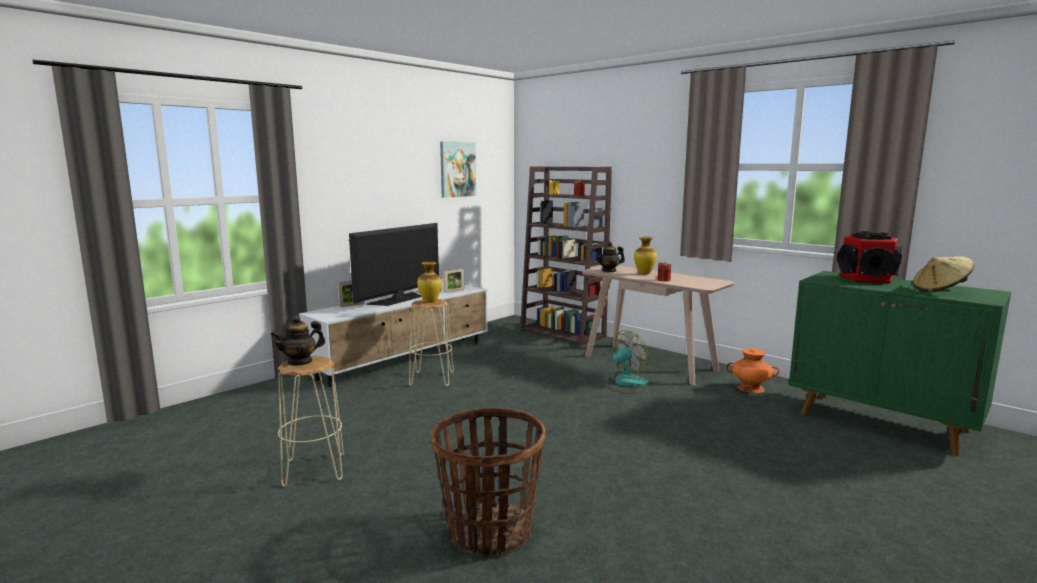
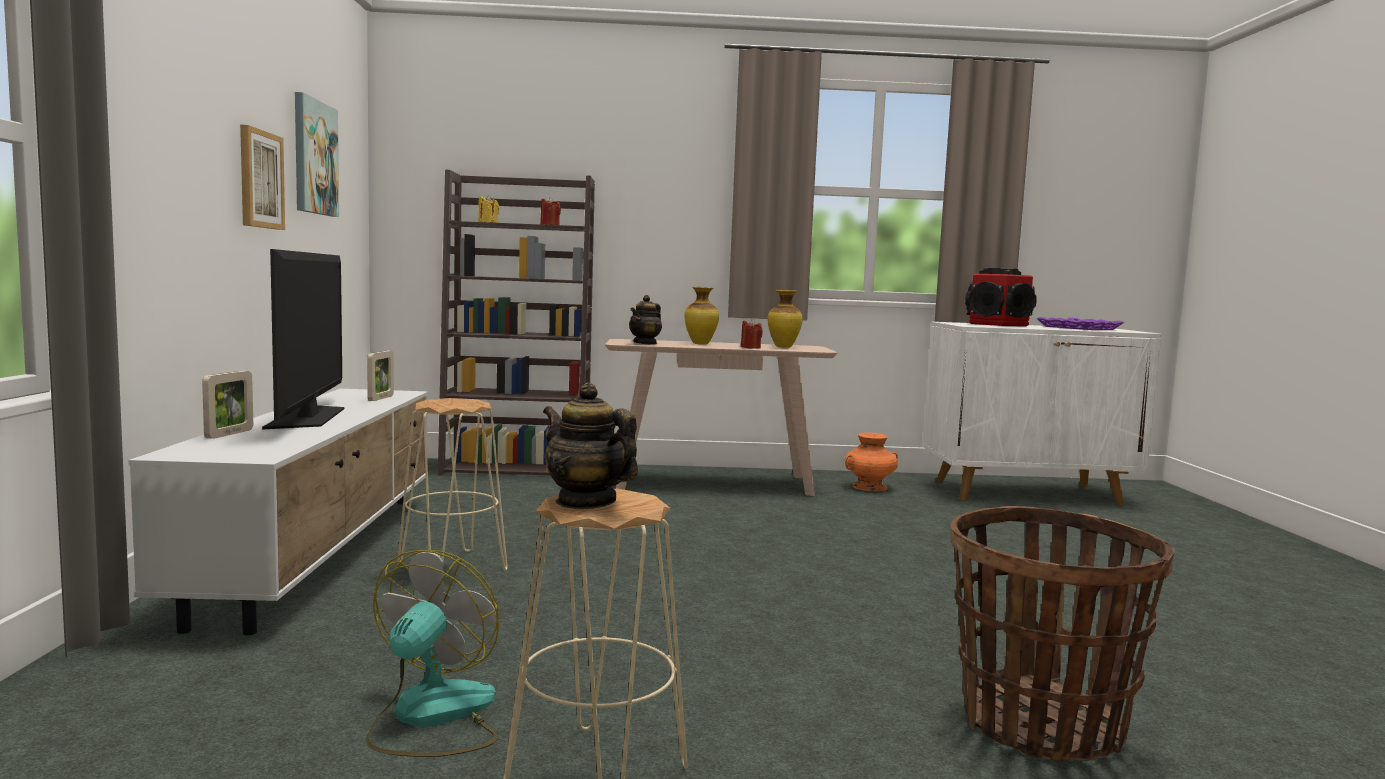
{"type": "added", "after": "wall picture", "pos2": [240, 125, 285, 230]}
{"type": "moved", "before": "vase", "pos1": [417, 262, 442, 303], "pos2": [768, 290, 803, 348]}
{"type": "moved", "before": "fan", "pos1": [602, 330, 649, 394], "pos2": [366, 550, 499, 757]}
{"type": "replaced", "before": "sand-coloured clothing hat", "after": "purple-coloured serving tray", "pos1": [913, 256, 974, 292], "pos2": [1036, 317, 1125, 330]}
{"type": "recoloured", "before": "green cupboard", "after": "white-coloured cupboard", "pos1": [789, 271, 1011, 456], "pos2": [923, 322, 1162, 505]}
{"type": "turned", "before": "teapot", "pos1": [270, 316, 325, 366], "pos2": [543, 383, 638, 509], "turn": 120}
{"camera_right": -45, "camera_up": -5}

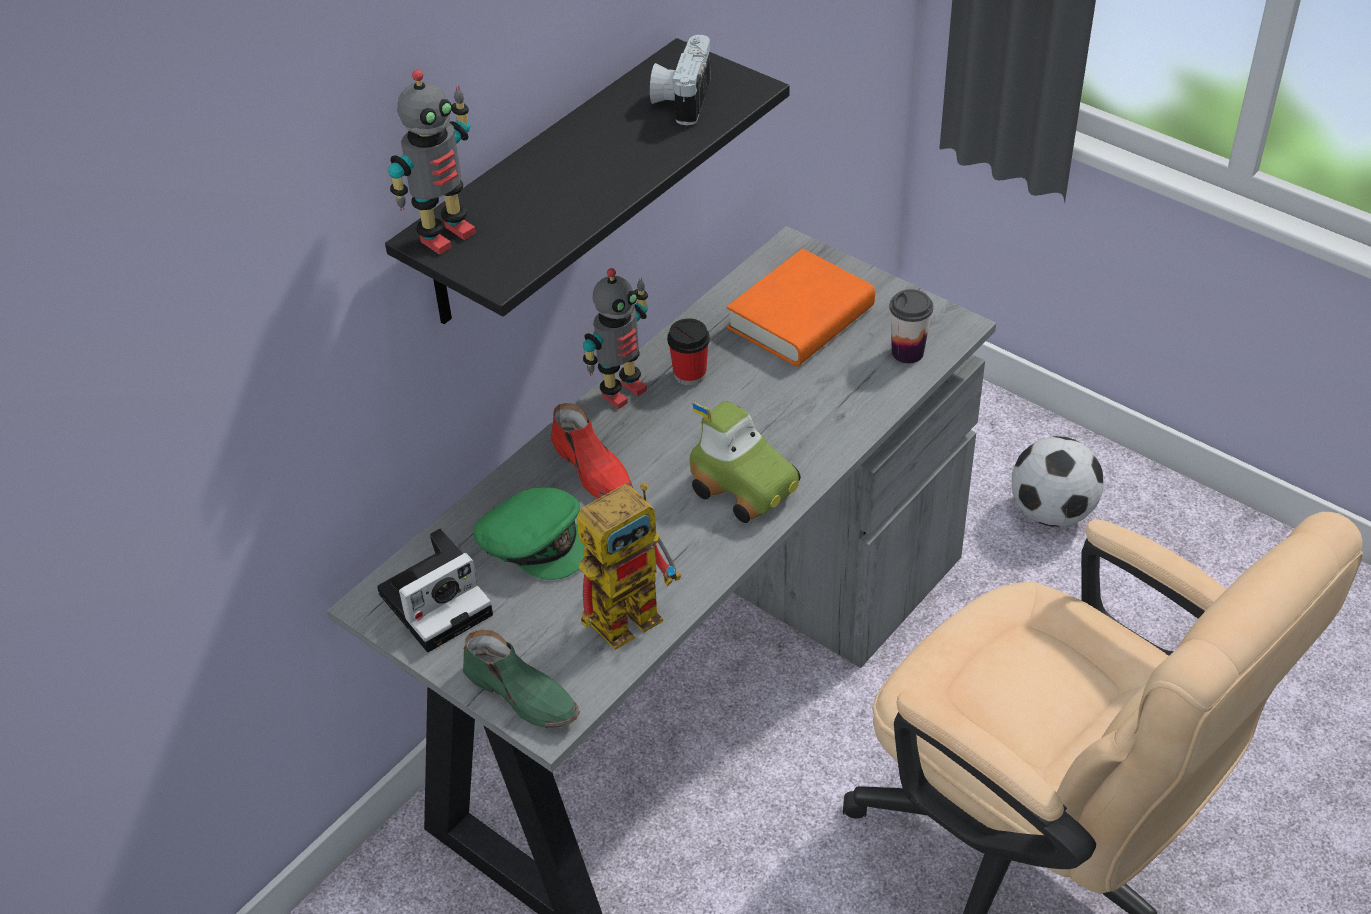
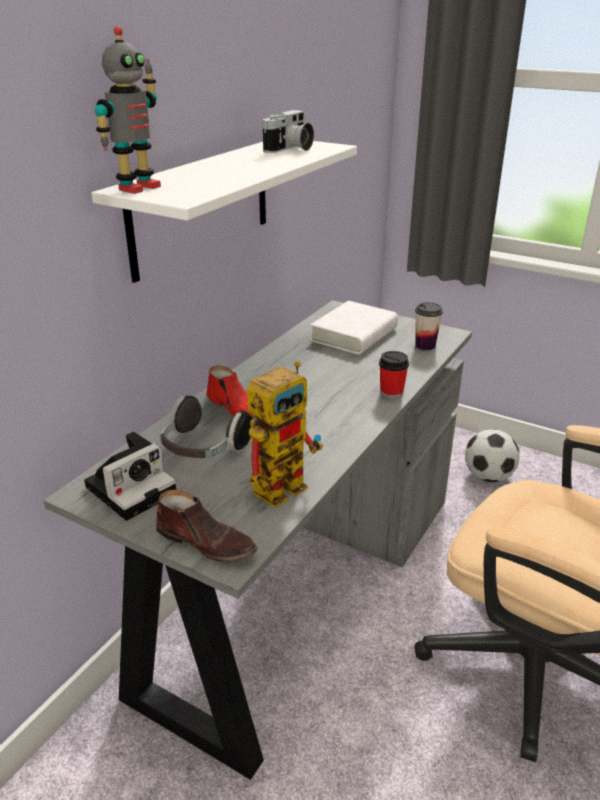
{"type": "removed", "before": "robot figure", "pos1": [583, 268, 648, 409]}
{"type": "removed", "before": "toy car", "pos1": [689, 401, 801, 523]}
{"type": "moved", "before": "drinking cup", "pos1": [667, 318, 710, 386], "pos2": [379, 351, 409, 399]}
{"type": "replaced", "before": "green peaked cap", "after": "headset", "pos1": [474, 487, 585, 580], "pos2": [160, 396, 252, 458]}
{"type": "recoloured", "before": "black shelf", "after": "white-coloured shelf", "pos1": [385, 38, 790, 324], "pos2": [91, 141, 357, 283]}
{"type": "recoloured", "before": "green item of footwear", "after": "brownish item of footwear", "pos1": [463, 629, 580, 728], "pos2": [156, 490, 258, 563]}
{"type": "recoloured", "before": "orangey book", "after": "white-coloured book", "pos1": [727, 249, 875, 366], "pos2": [310, 301, 398, 355]}
{"type": "turned", "before": "still camera", "pos1": [650, 35, 711, 125], "pos2": [263, 110, 314, 153], "turn": -150}
{"camera_right": -10, "camera_up": -15}

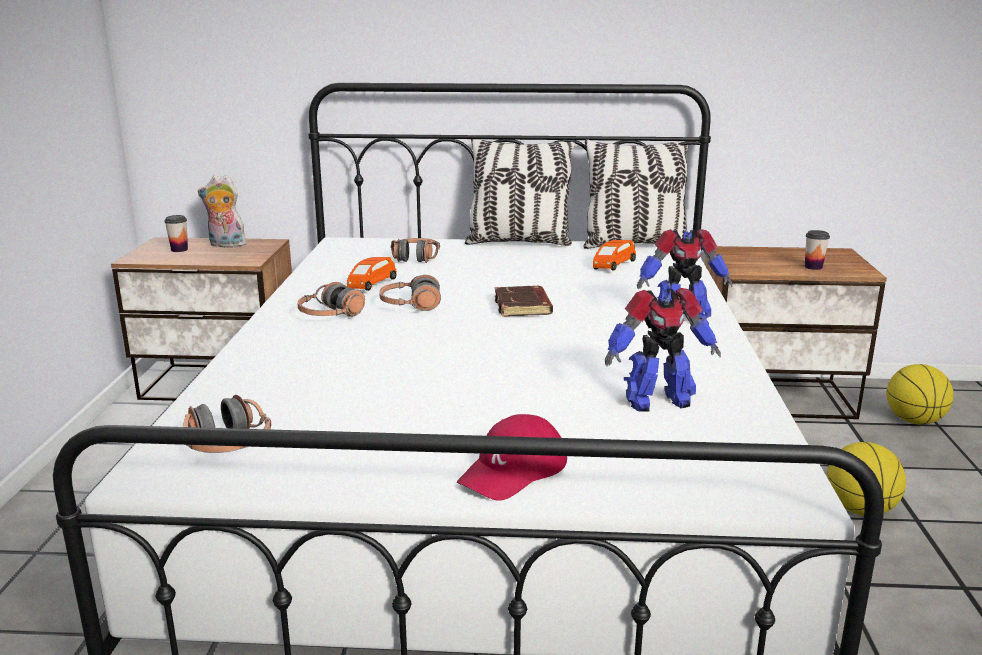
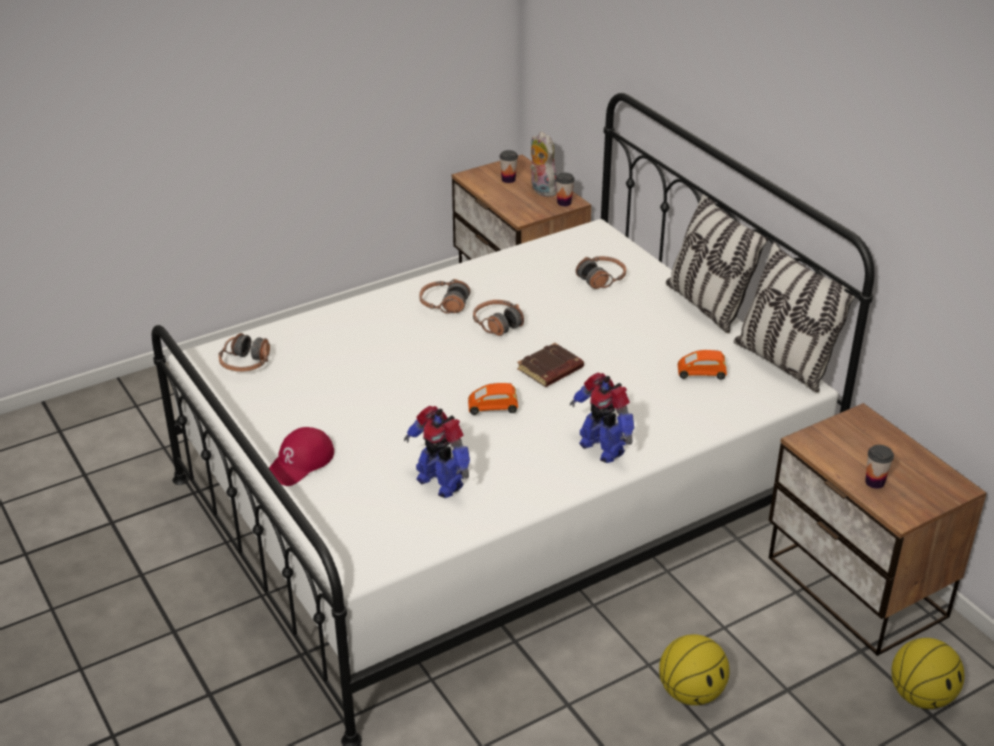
{"type": "added", "after": "drinking cup", "pos2": [556, 173, 575, 206]}
{"type": "moved", "before": "orangey toy car", "pos1": [347, 257, 397, 291], "pos2": [468, 383, 518, 415]}
{"type": "turned", "before": "reddish peaked cap", "pos1": [457, 414, 567, 501], "pos2": [269, 427, 334, 486], "turn": -60}
{"camera_right": 55, "camera_up": 15}

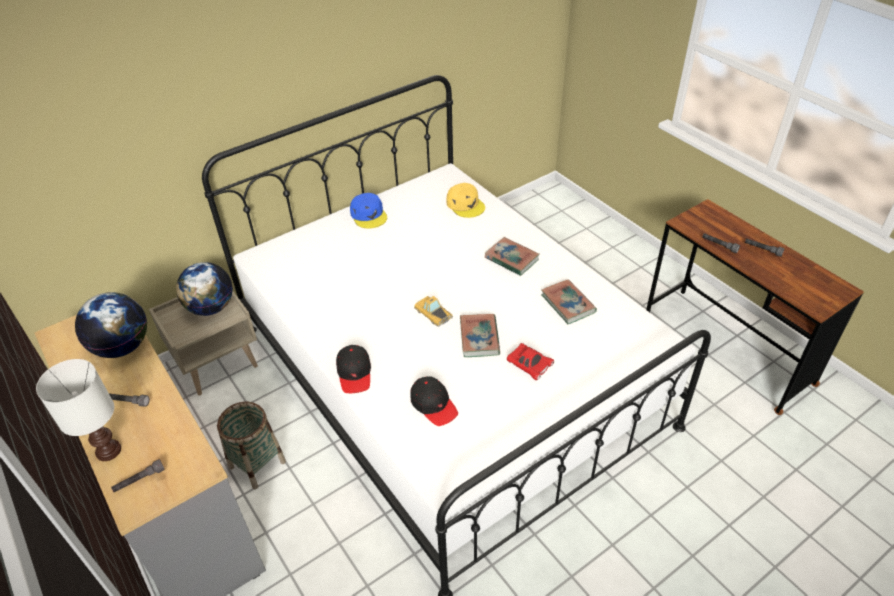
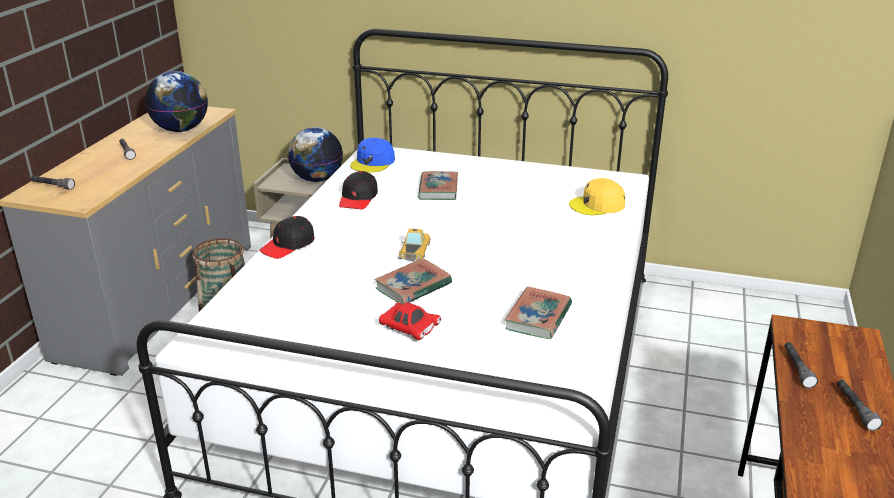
{"type": "removed", "before": "white-coloured lamp for a table", "pos1": [36, 359, 121, 461]}
{"type": "moved", "before": "blue peaked cap", "pos1": [350, 193, 387, 229], "pos2": [350, 138, 395, 172]}
{"type": "moved", "before": "black peaked cap", "pos1": [411, 376, 458, 426], "pos2": [339, 171, 378, 209]}
{"type": "moved", "before": "book", "pos1": [485, 237, 540, 276], "pos2": [418, 171, 458, 200]}
{"type": "turned", "before": "yellowish peaked cap", "pos1": [446, 183, 485, 218], "pos2": [569, 178, 625, 215], "turn": 60}
{"type": "turned", "before": "reddish toy car", "pos1": [507, 343, 554, 380], "pos2": [379, 302, 441, 340], "turn": -60}
{"camera_right": 50, "camera_up": -15}

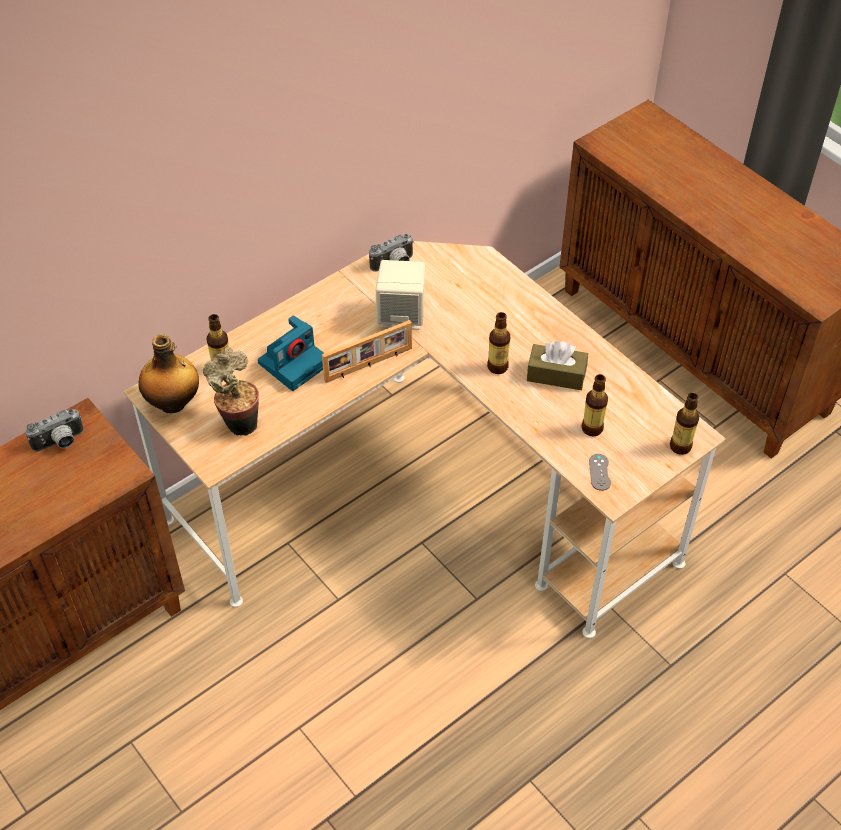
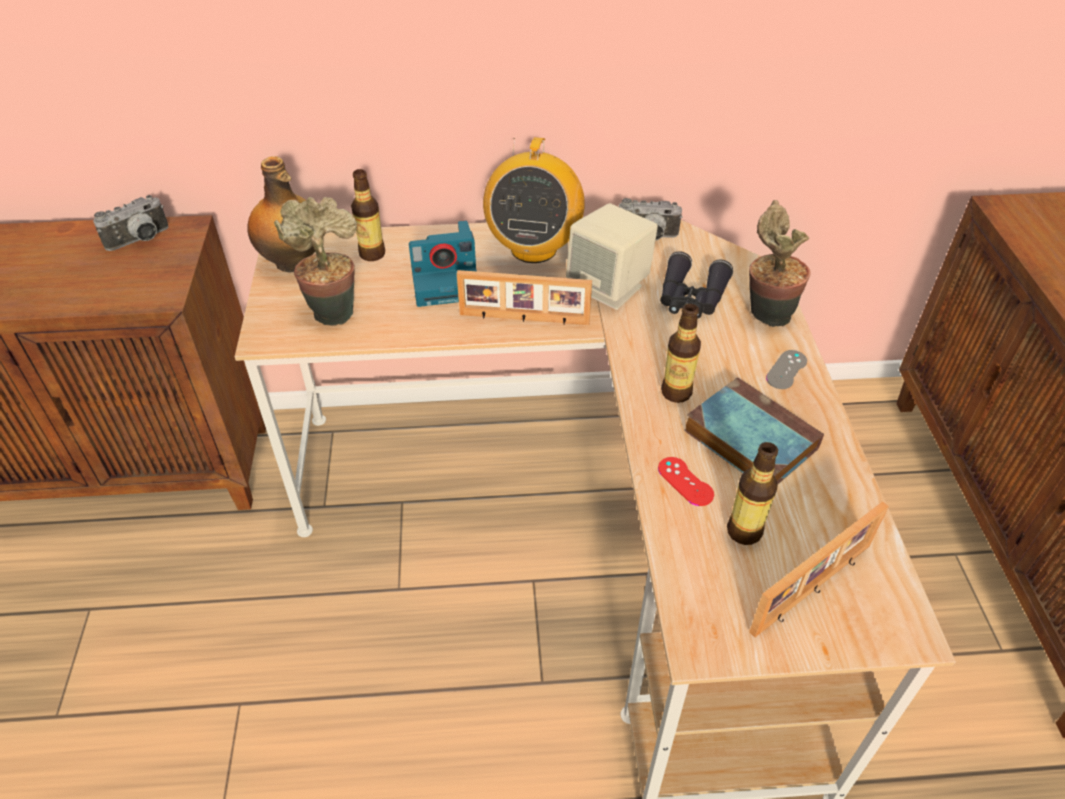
{"type": "removed", "before": "drink bottle", "pos1": [670, 393, 699, 455]}
{"type": "added", "after": "radio set", "pos2": [483, 137, 585, 263]}
{"type": "added", "after": "reddish joypad", "pos2": [658, 457, 714, 506]}
{"type": "added", "after": "black binoculars", "pos2": [660, 251, 733, 319]}
{"type": "added", "after": "potted plant", "pos2": [749, 200, 811, 327]}
{"type": "added", "after": "picture frame", "pos2": [749, 501, 889, 637]}
{"type": "moved", "before": "grey joypad", "pos1": [589, 454, 611, 491], "pos2": [766, 350, 807, 389]}
{"type": "replaced", "before": "brownish tissue box", "after": "book", "pos1": [527, 341, 588, 390], "pos2": [684, 377, 824, 485]}
{"type": "turned", "before": "still camera", "pos1": [25, 409, 84, 452], "pos2": [93, 195, 168, 251], "turn": -45}
{"camera_right": 35, "camera_up": -5}

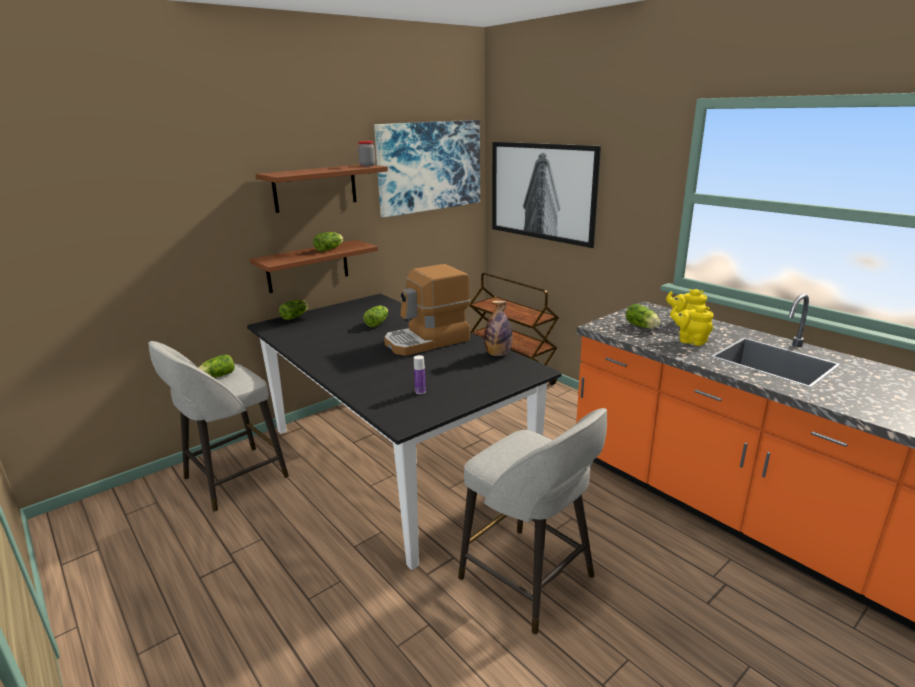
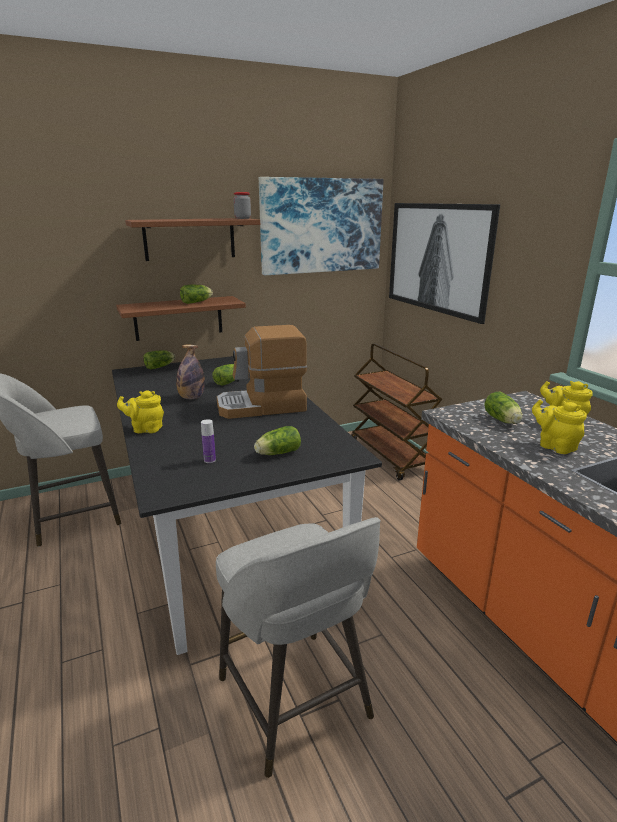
{"type": "added", "after": "yellowish teapot", "pos2": [117, 390, 164, 433]}
{"type": "moved", "before": "head of lettuce", "pos1": [198, 354, 235, 378], "pos2": [254, 426, 301, 455]}
{"type": "moved", "before": "drink bottle", "pos1": [484, 300, 513, 356], "pos2": [176, 345, 205, 399]}
{"camera_right": 15, "camera_up": 0}

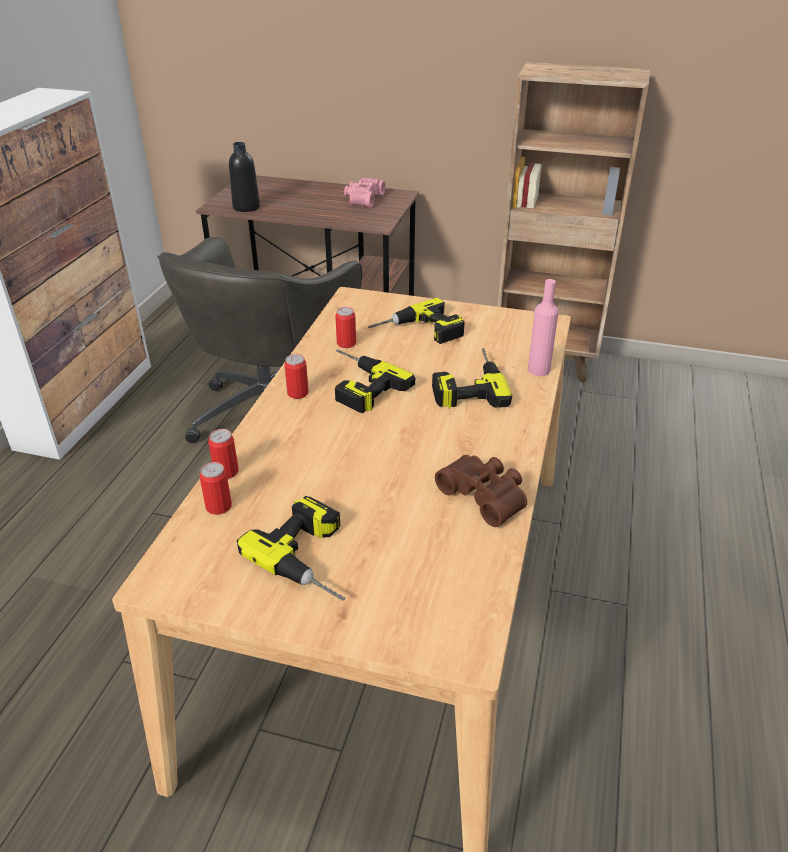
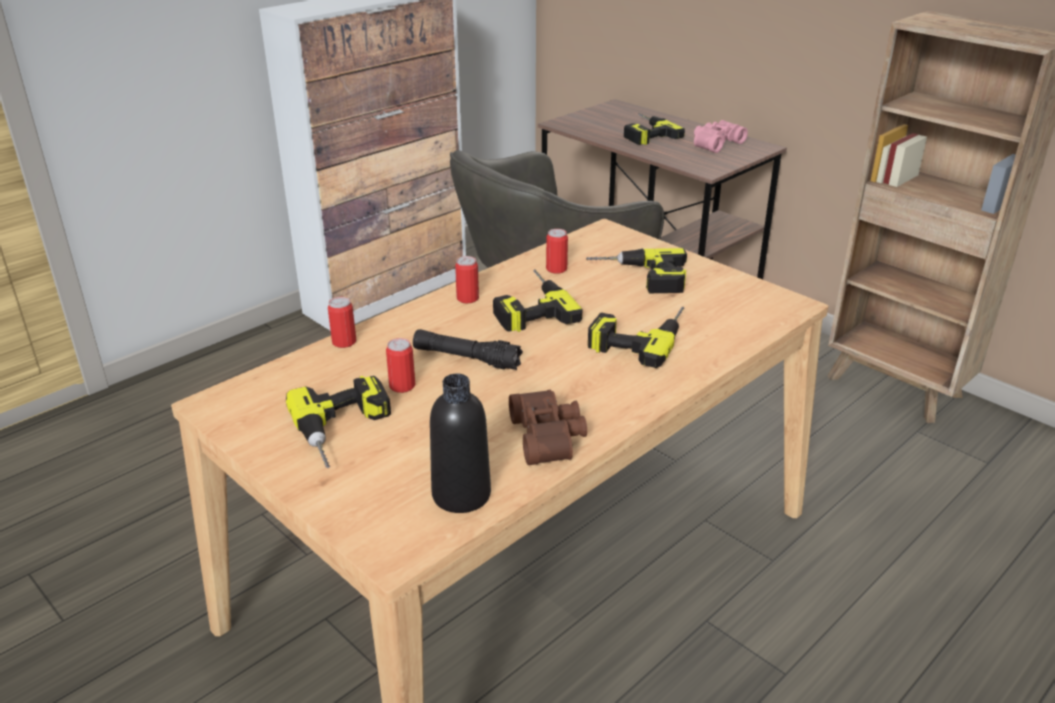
{"type": "removed", "before": "pink drink bottle", "pos1": [528, 279, 559, 376]}
{"type": "added", "after": "black torch", "pos2": [413, 329, 523, 370]}
{"type": "added", "after": "drill", "pos2": [624, 113, 685, 145]}
{"type": "moved", "before": "sealed can", "pos1": [199, 462, 232, 515], "pos2": [386, 338, 415, 393]}
{"type": "moved", "before": "black drink bottle", "pos1": [229, 142, 260, 212], "pos2": [430, 373, 491, 513]}
{"camera_right": 30, "camera_up": -5}

